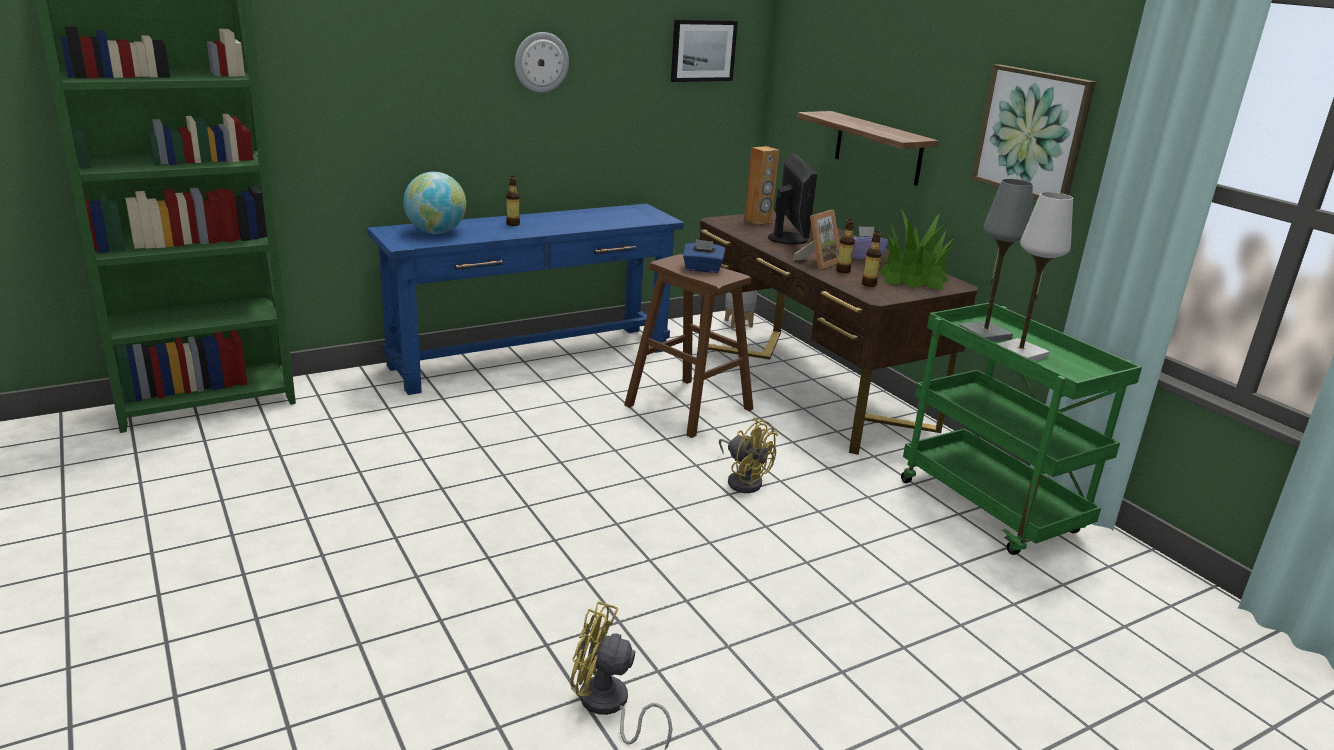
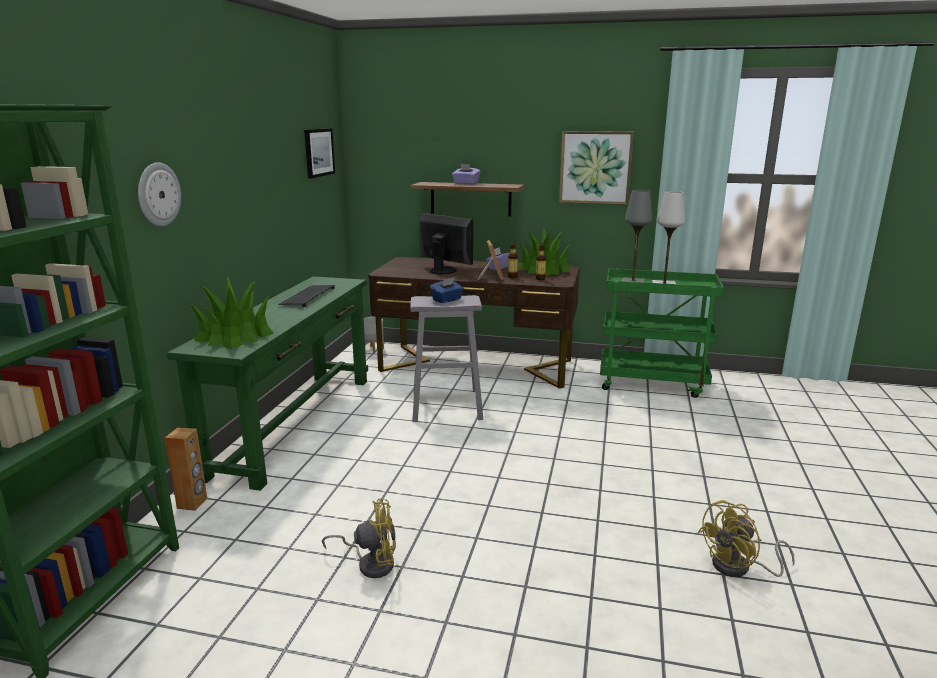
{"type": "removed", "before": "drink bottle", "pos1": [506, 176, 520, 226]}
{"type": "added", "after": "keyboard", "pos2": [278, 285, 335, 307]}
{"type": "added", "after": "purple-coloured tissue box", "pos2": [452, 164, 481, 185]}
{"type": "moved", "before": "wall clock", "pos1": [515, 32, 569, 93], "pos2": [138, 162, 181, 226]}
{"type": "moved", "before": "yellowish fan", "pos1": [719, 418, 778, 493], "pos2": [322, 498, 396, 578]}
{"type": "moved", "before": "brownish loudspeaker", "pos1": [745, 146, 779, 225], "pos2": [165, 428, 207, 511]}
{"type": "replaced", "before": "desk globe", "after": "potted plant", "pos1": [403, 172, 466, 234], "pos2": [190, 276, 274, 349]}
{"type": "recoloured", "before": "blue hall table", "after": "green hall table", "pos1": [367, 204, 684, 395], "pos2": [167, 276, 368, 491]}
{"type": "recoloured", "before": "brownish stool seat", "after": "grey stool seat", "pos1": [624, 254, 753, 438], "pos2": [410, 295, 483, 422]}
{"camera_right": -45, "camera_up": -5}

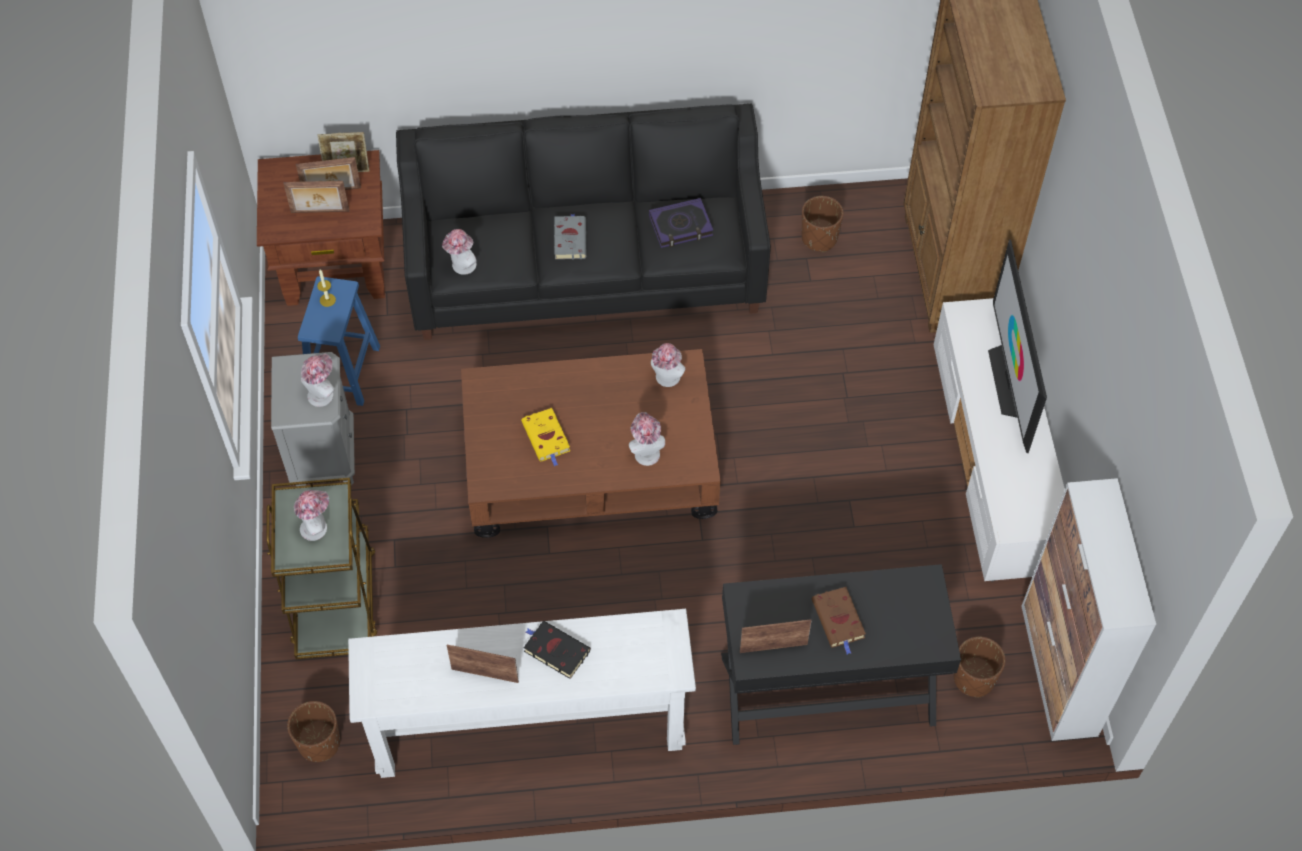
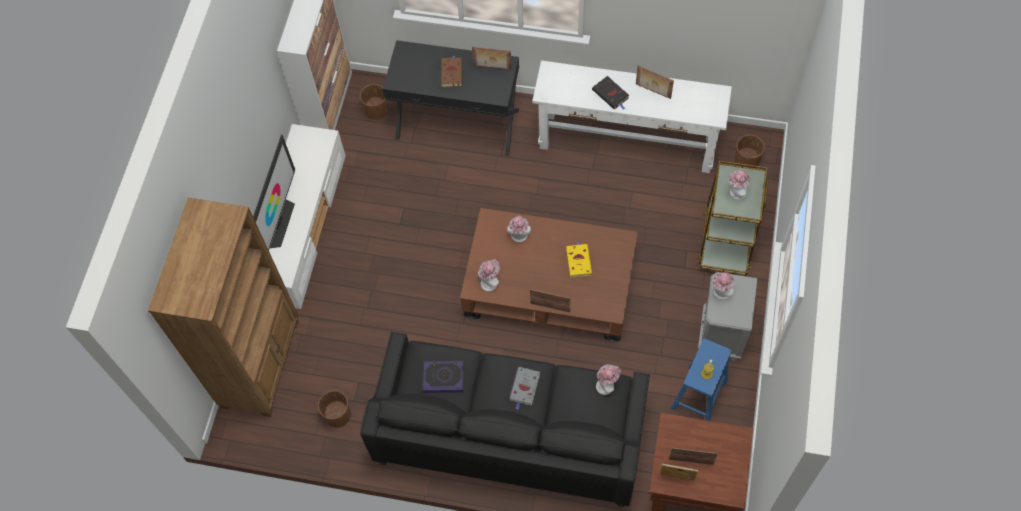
{"type": "moved", "before": "picture frame", "pos1": [283, 181, 350, 213], "pos2": [530, 289, 571, 313]}
{"camera_right": -160, "camera_up": 5}

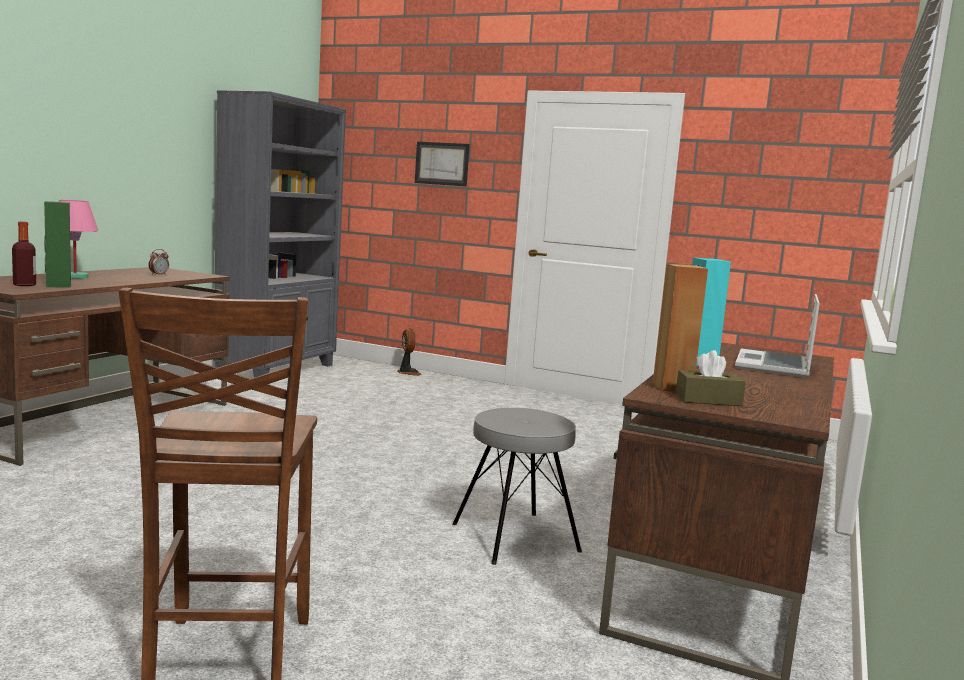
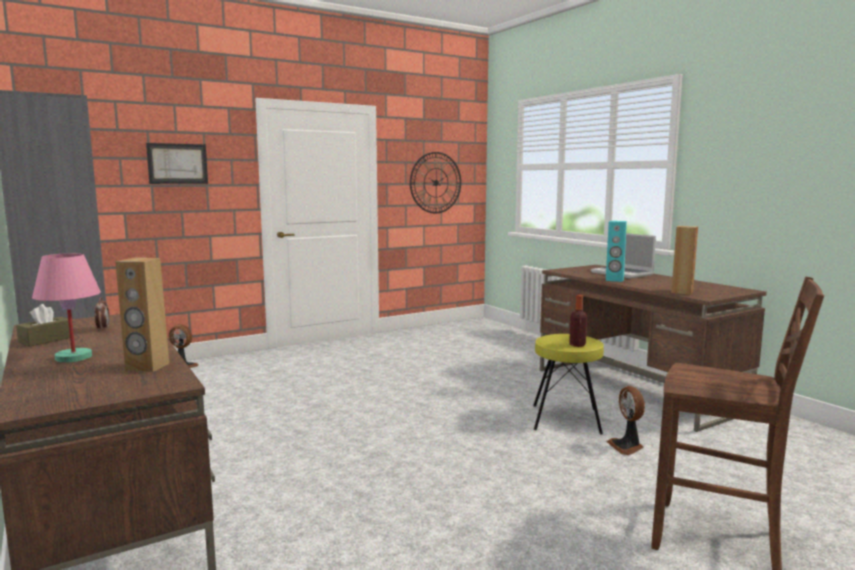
{"type": "added", "after": "wall clock", "pos2": [410, 152, 461, 213]}
{"type": "added", "after": "fan", "pos2": [606, 386, 645, 455]}
{"type": "moved", "before": "drink bottle", "pos1": [12, 222, 36, 286], "pos2": [569, 295, 587, 347]}
{"type": "moved", "before": "brownish tissue box", "pos1": [676, 350, 746, 406], "pos2": [16, 304, 74, 347]}
{"type": "recoloured", "before": "green loudspeaker", "after": "brownish loudspeaker", "pos1": [44, 201, 71, 288], "pos2": [115, 258, 169, 372]}
{"type": "recoloured", "before": "grey stool seat", "after": "yellowish stool seat", "pos1": [453, 408, 582, 565], "pos2": [533, 334, 604, 434]}
{"camera_right": -55, "camera_up": 0}

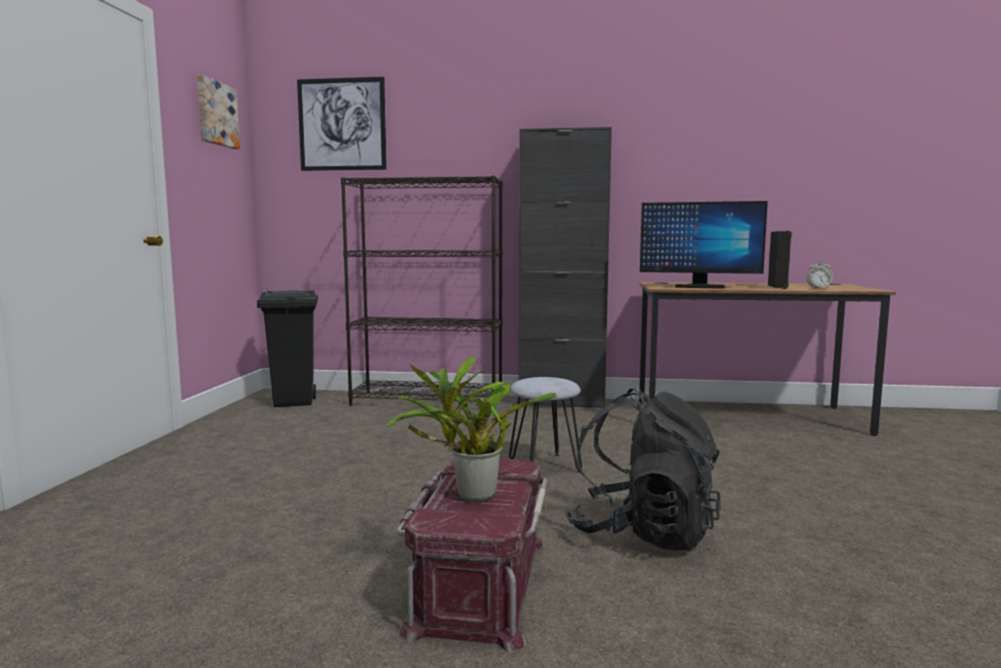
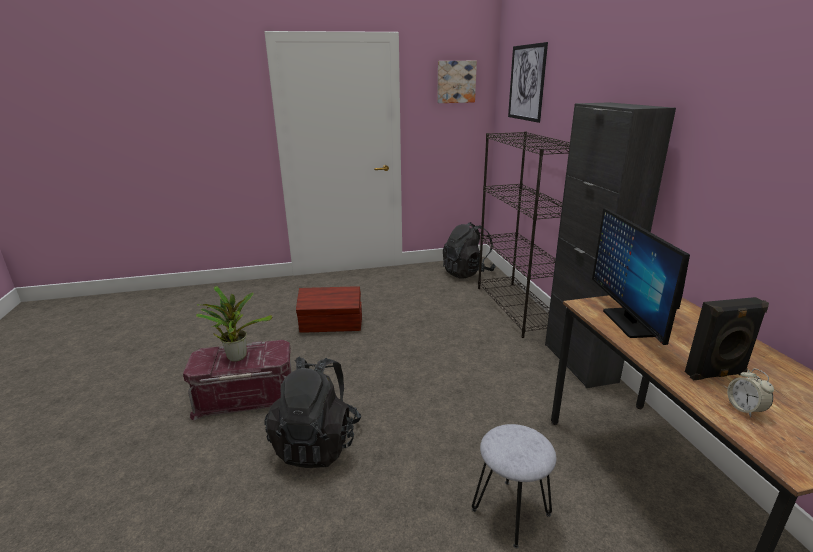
{"type": "added", "after": "brownish storage container", "pos2": [296, 286, 362, 333]}
{"type": "moved", "before": "grey stool seat", "pos1": [509, 377, 582, 473], "pos2": [472, 424, 556, 548]}
{"type": "replaced", "before": "black waste bin", "after": "black knapsack", "pos1": [257, 290, 318, 407], "pos2": [443, 222, 496, 279]}
{"camera_right": 70, "camera_up": 15}

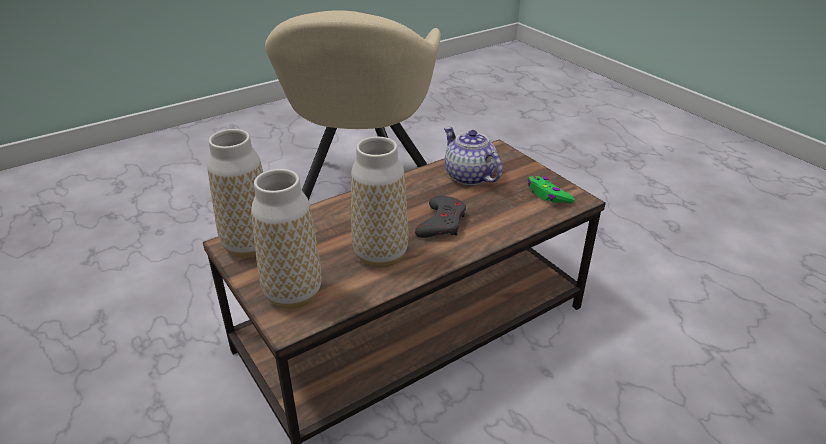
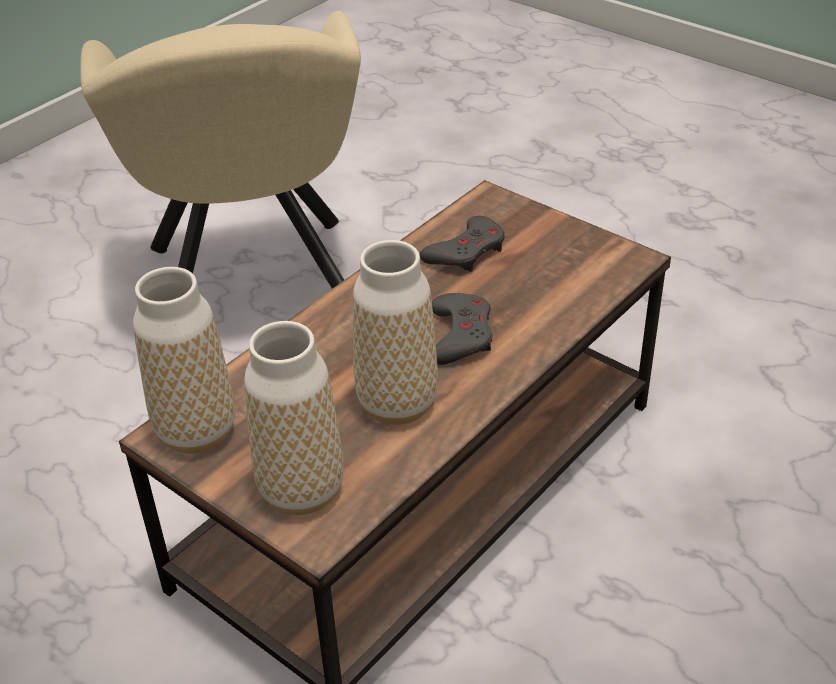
{"type": "removed", "before": "green joypad", "pos1": [527, 176, 575, 204]}
{"type": "replaced", "before": "teapot", "after": "grey joypad", "pos1": [444, 127, 502, 186], "pos2": [420, 216, 505, 272]}
{"camera_right": -15, "camera_up": 5}

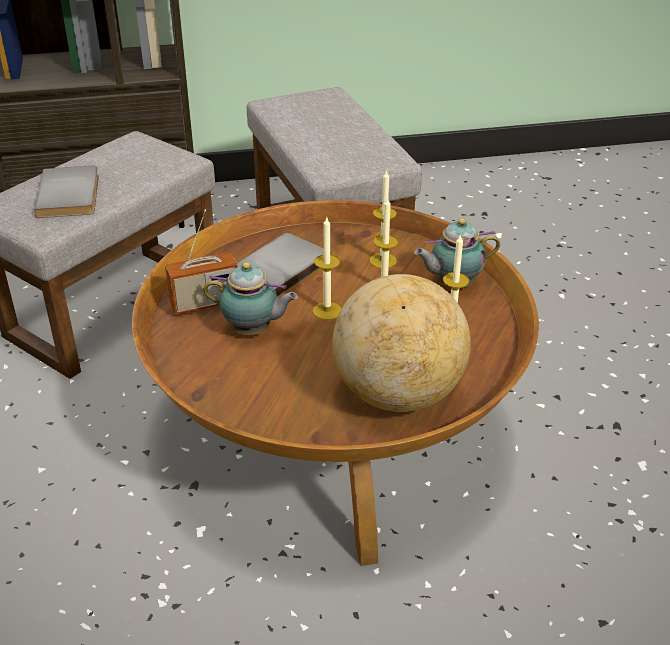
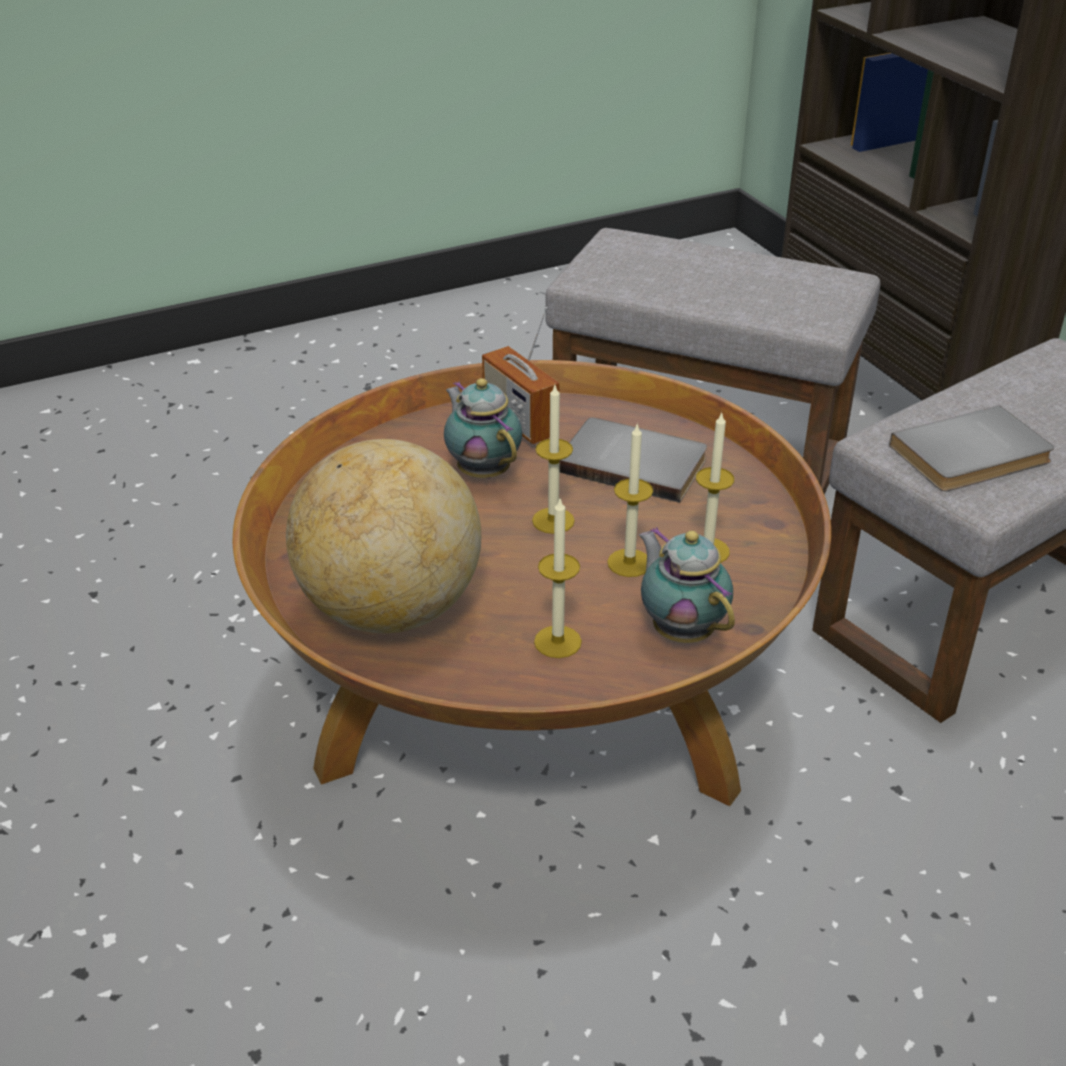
{"type": "moved", "before": "grey book", "pos1": [34, 166, 99, 218], "pos2": [889, 405, 1054, 491]}
{"type": "turned", "before": "teapot", "pos1": [203, 262, 298, 335], "pos2": [444, 378, 522, 478], "turn": 150}
{"camera_right": 75, "camera_up": 0}

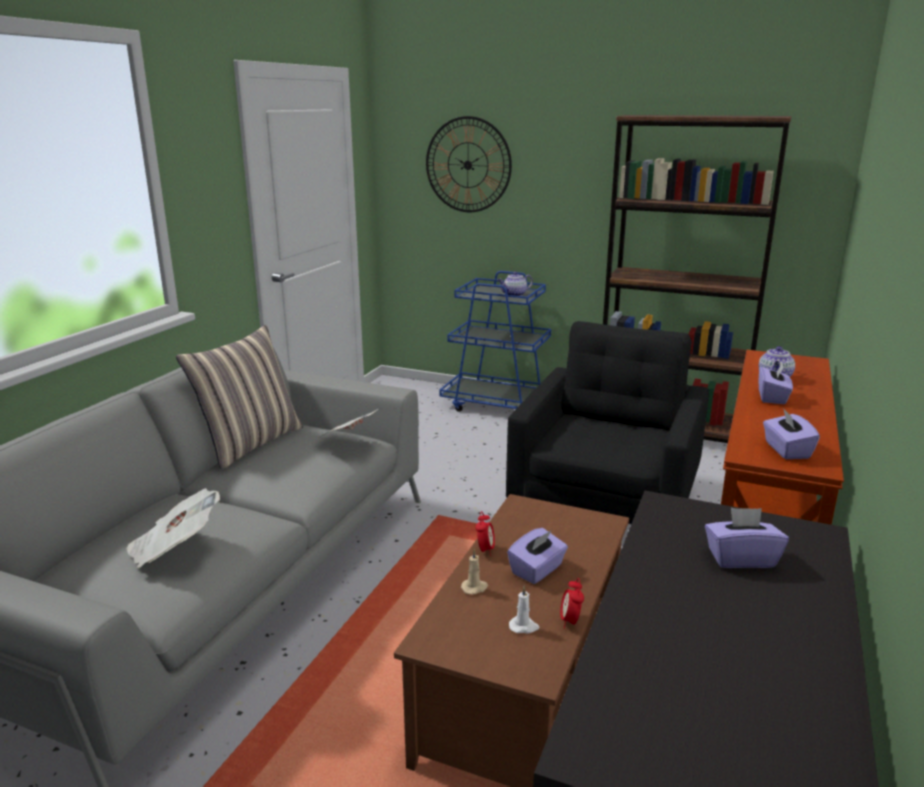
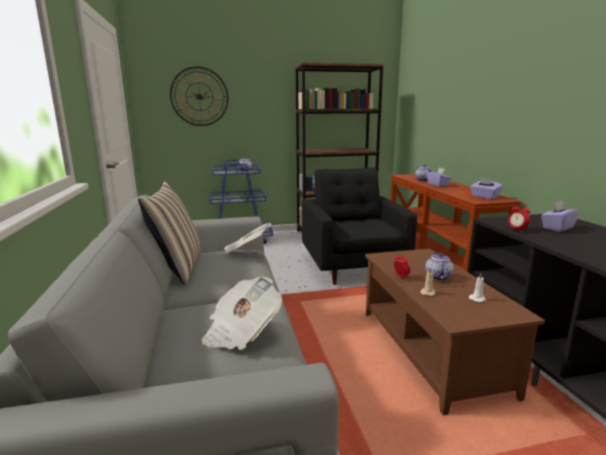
{"type": "moved", "before": "alarm clock", "pos1": [560, 578, 584, 629], "pos2": [508, 203, 531, 232]}
{"type": "replaced", "before": "purple-coloured tissue box", "after": "teapot", "pos1": [507, 528, 568, 584], "pos2": [425, 252, 454, 281]}
{"camera_right": -35, "camera_up": -5}

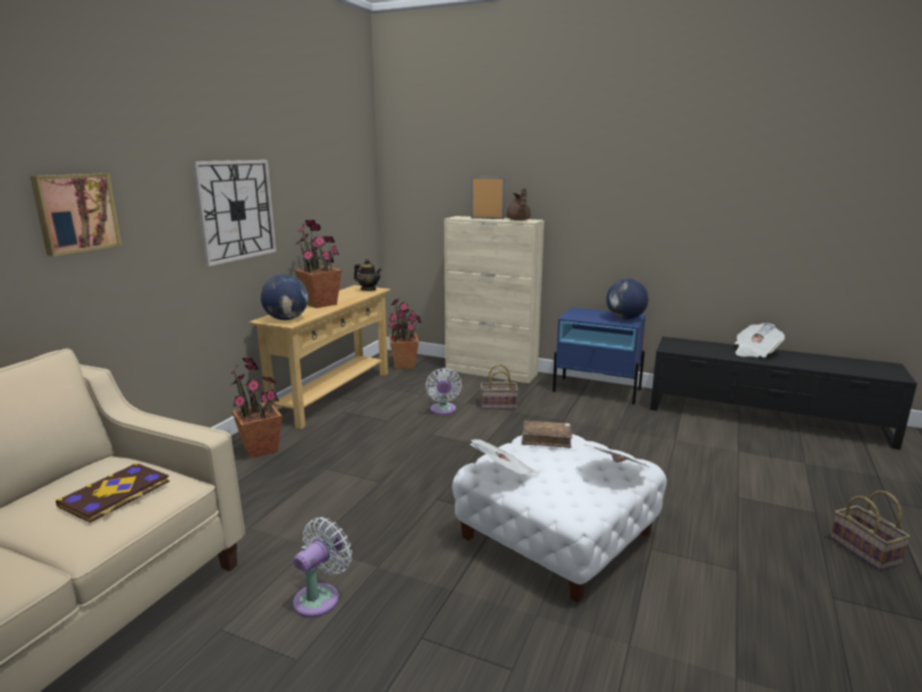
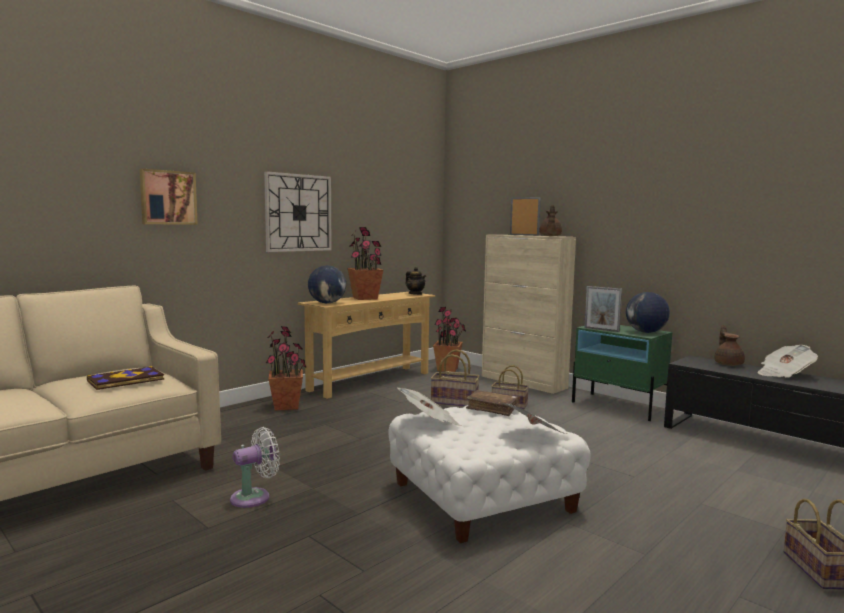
{"type": "added", "after": "picture frame", "pos2": [584, 286, 622, 332]}
{"type": "added", "after": "brownish teapot", "pos2": [714, 325, 745, 366]}
{"type": "replaced", "before": "white-coloured fan", "after": "basket", "pos1": [426, 368, 462, 415], "pos2": [430, 349, 480, 407]}
{"type": "recoloured", "before": "blue night table", "after": "green night table", "pos1": [553, 307, 646, 405], "pos2": [572, 325, 673, 421]}
{"camera_right": 20, "camera_up": -10}

